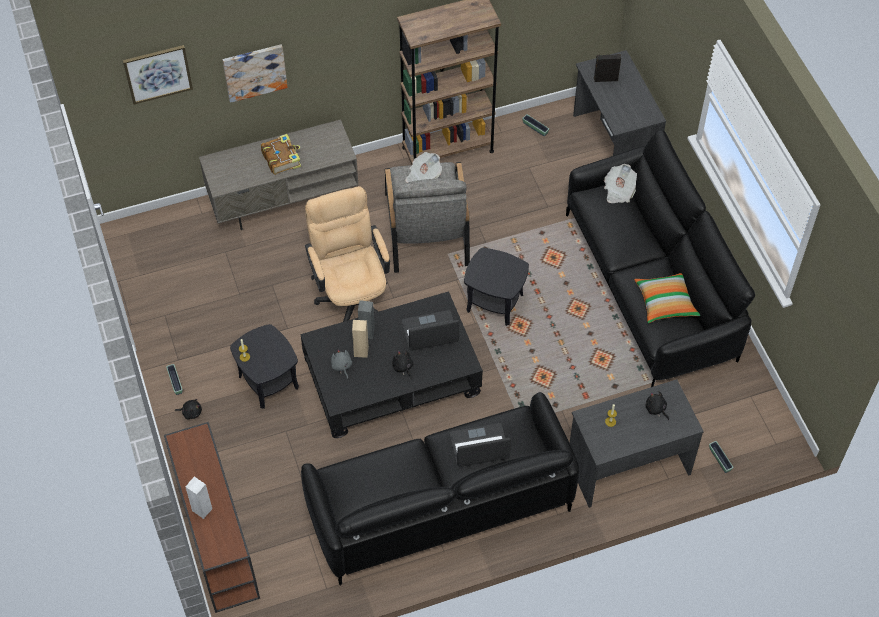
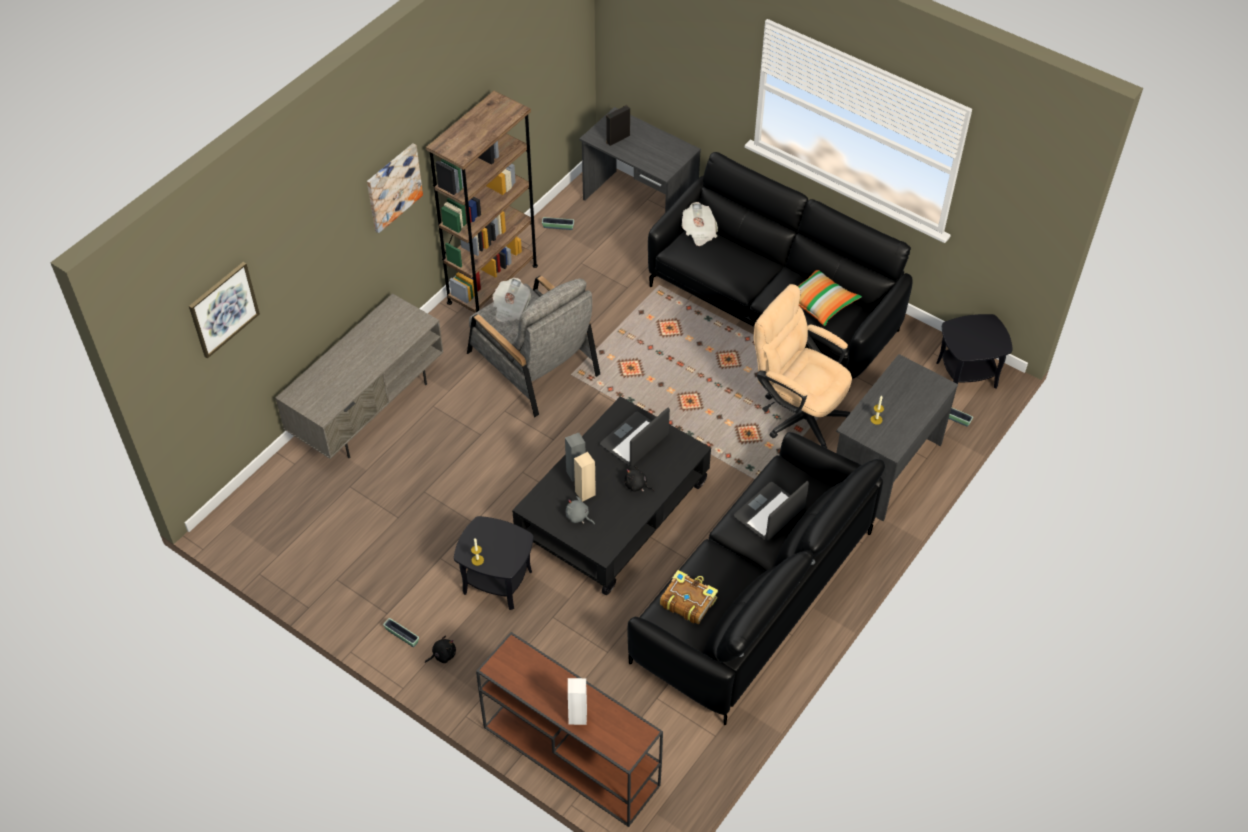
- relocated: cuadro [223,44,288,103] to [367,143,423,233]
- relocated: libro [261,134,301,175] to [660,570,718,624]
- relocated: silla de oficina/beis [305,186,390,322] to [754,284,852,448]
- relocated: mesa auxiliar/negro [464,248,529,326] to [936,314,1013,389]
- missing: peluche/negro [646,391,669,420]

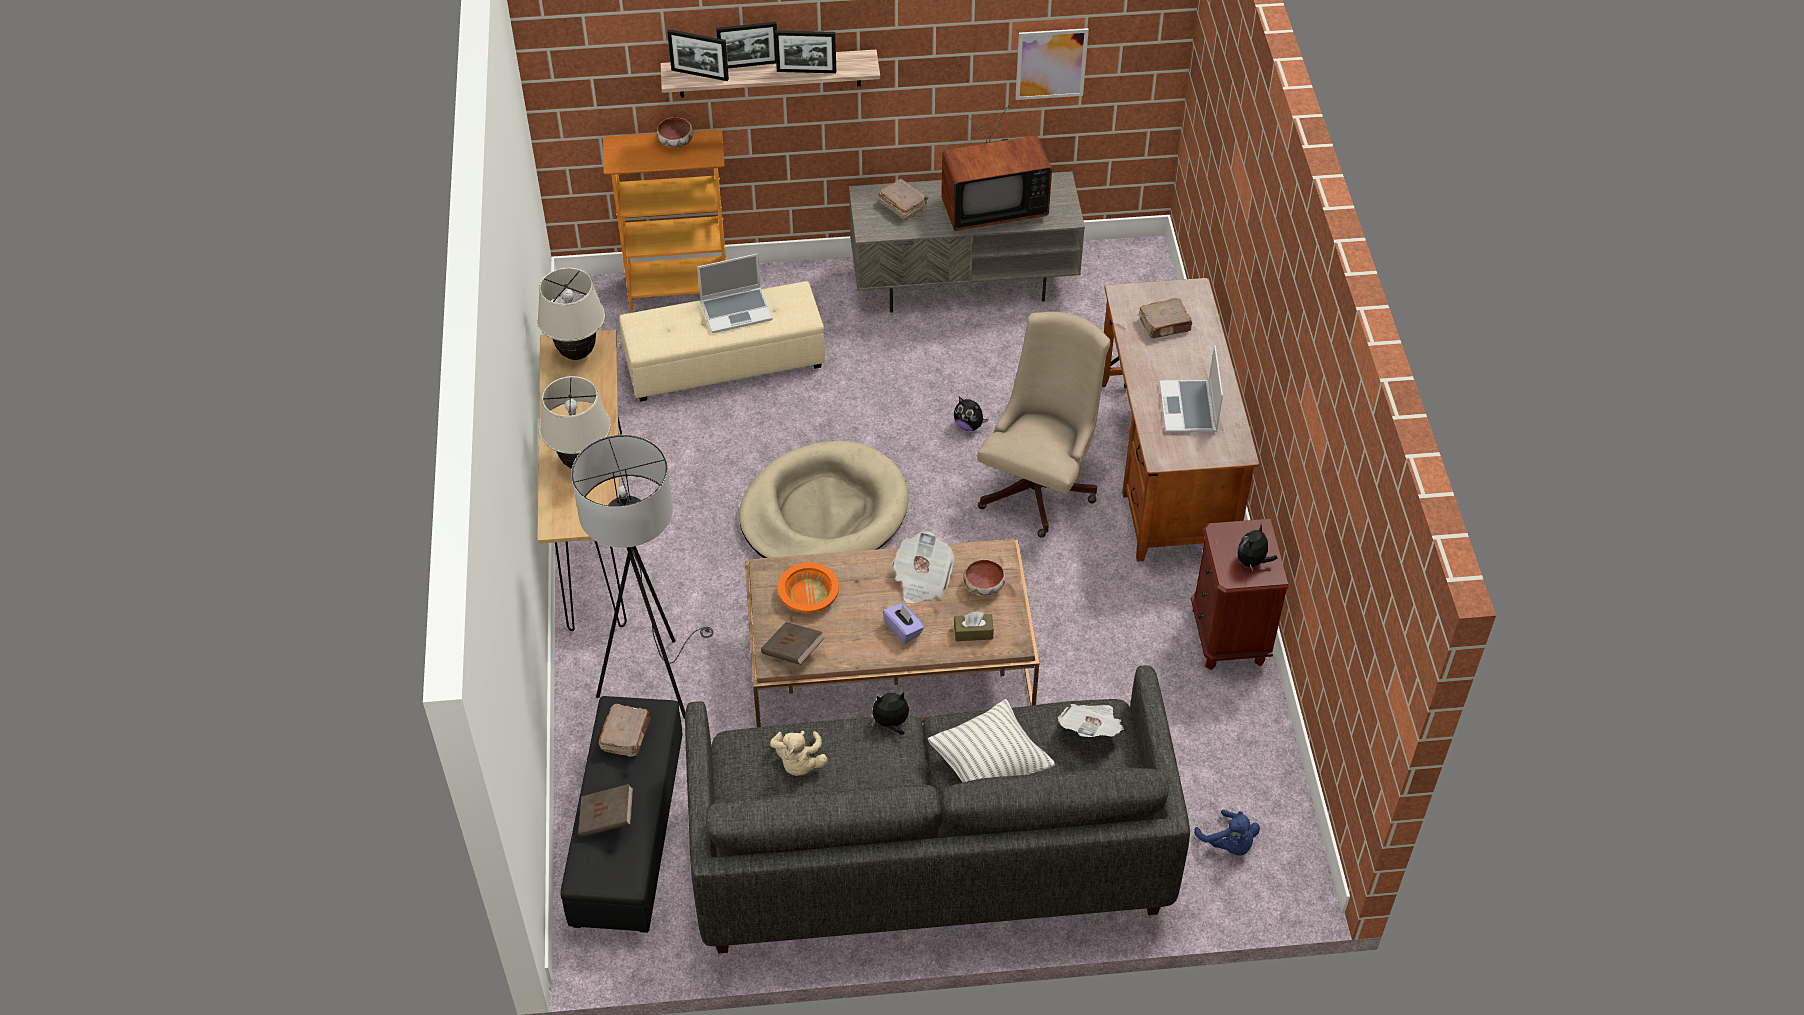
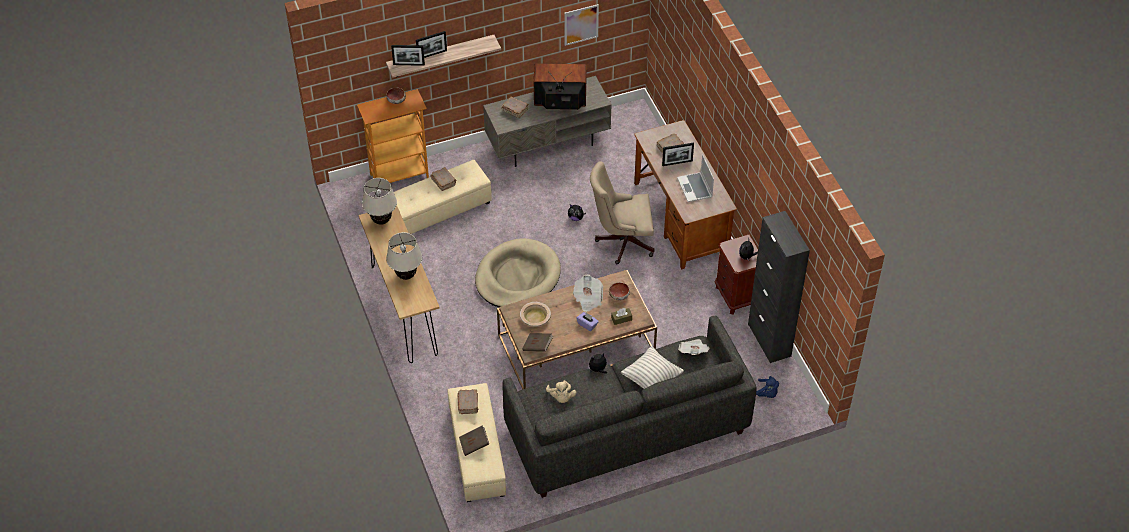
- exchanged: portátil [697,253,773,333] to libro/marrón [431,167,457,191]
- colour: puf/negro [560,696,682,933] to puf/beis [447,383,506,502]
- colour: cuenco/naranja [778,563,839,613] to cuenco/beis [520,302,551,327]
- spun: televisor [941,105,1052,231] = [534,63,587,110] 150 degrees counterclockwise
- spun: silla de oficina/beis [977,312,1111,538] = [590,161,654,264] 105 degrees counterclockwise
- relocated: portarretratos [775,30,836,73] to [662,142,694,166]
- appeared: armario/negro [748,211,810,363]
- missing: lámpara de pie/gris [571,434,714,719]

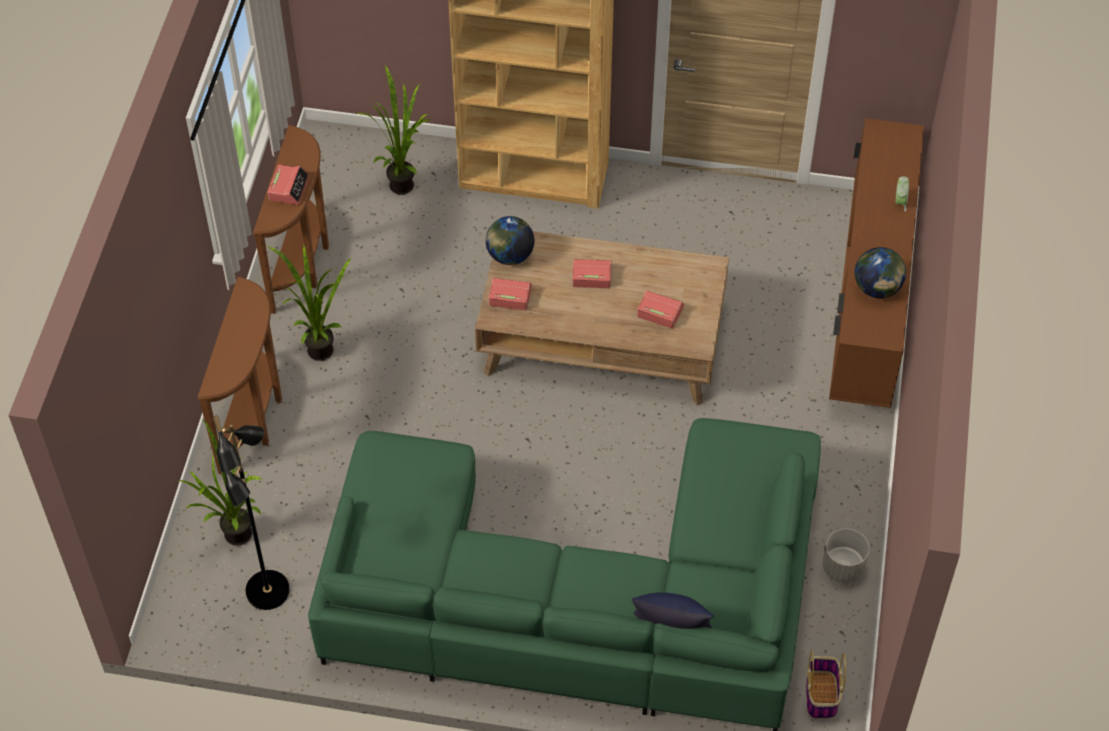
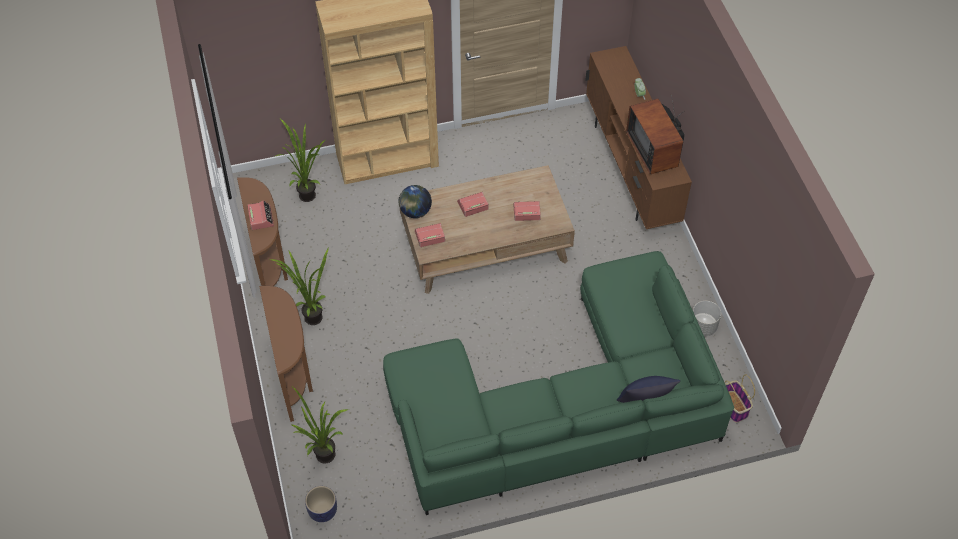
- appeared: maceta [305,486,337,522]
- exchanged: globo terráqueo [854,247,906,298] to televisor [626,95,685,174]
- missing: lámpara de pie/negro [213,416,290,610]

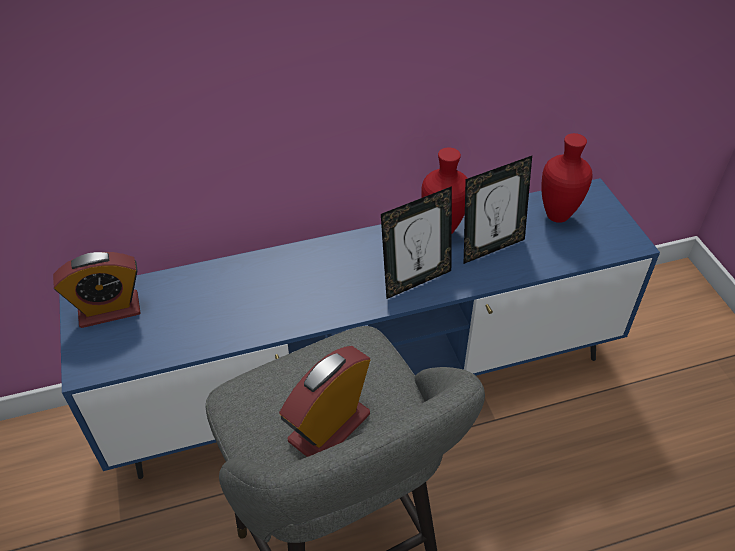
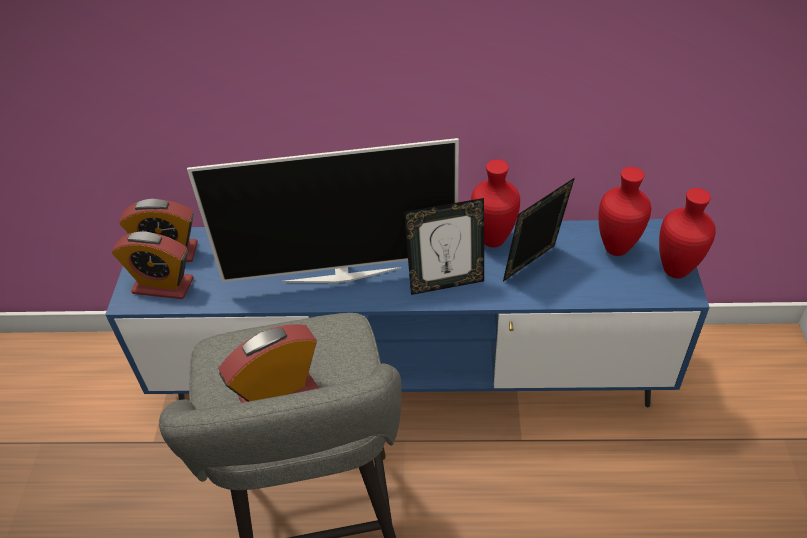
- appeared: despertador [111,232,194,299]
- appeared: televisor [187,138,459,283]
- spun: portarretratos [464,156,532,264] = [503,177,575,281] 150 degrees clockwise
- appeared: florero/rojo [659,188,716,278]

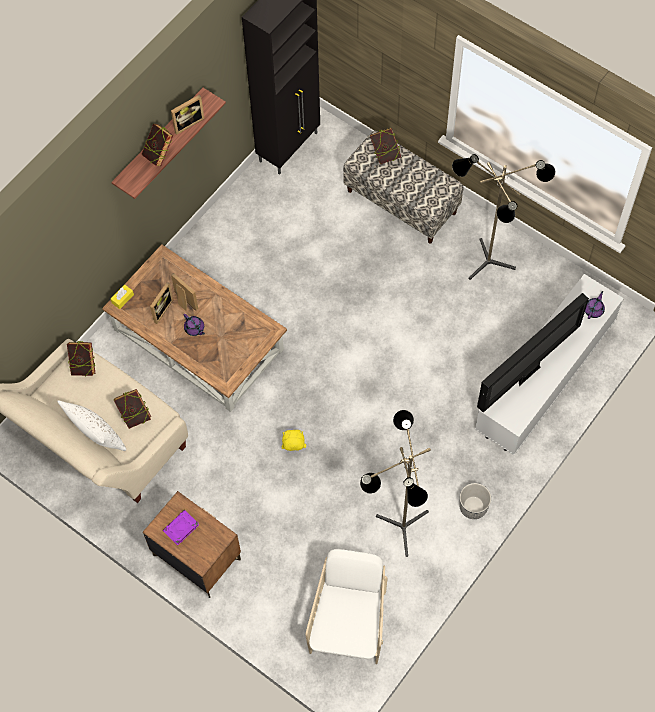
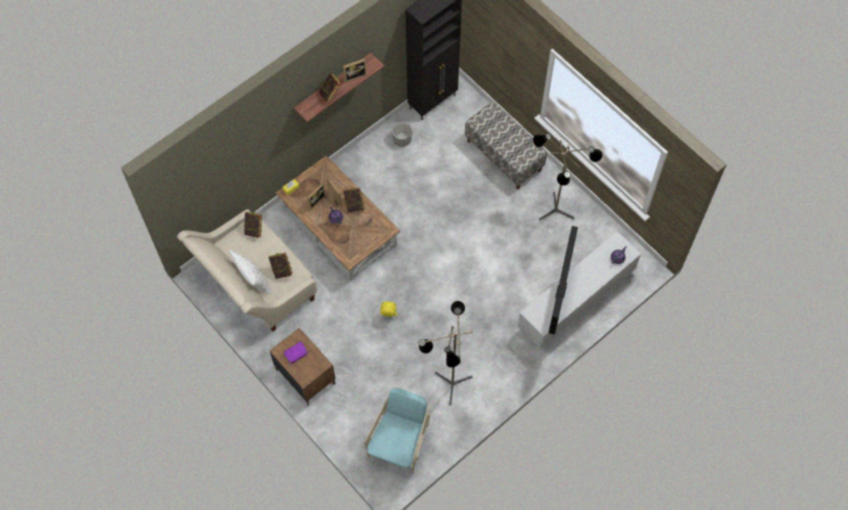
- relocated: libro [370,128,401,164] to [343,188,365,212]
- colour: sillón/blanco [306,549,388,664] to sillón/turquesa [365,388,430,474]
- relocated: maceta [459,483,491,519] to [392,122,412,147]
- spun: televisor [477,293,589,413] = [549,226,578,335] 45 degrees counterclockwise

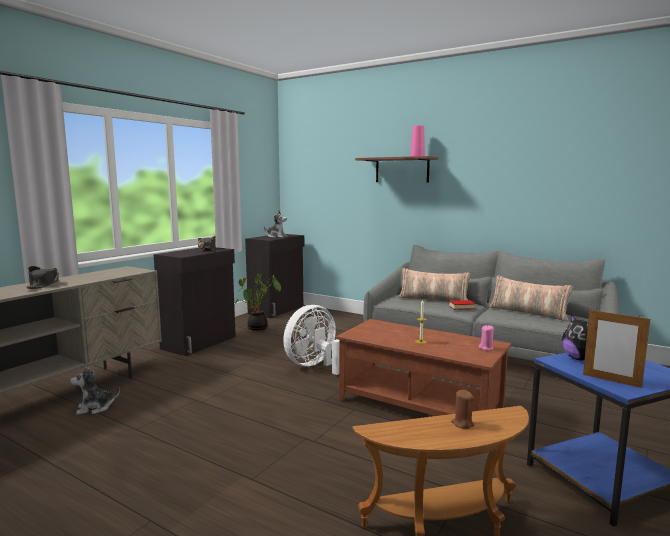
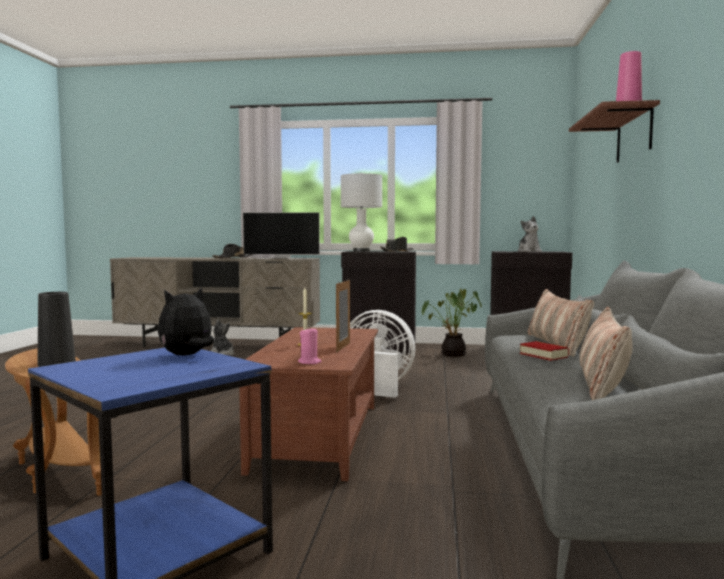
- exchanged: vela/marrón [451,390,474,429] to florero/negro [38,292,76,367]
- appeared: televisor [243,212,320,259]
- relocated: portarretratos [583,309,650,388] to [336,279,350,352]
- appeared: lámpara de mesa/blanco [341,173,382,252]

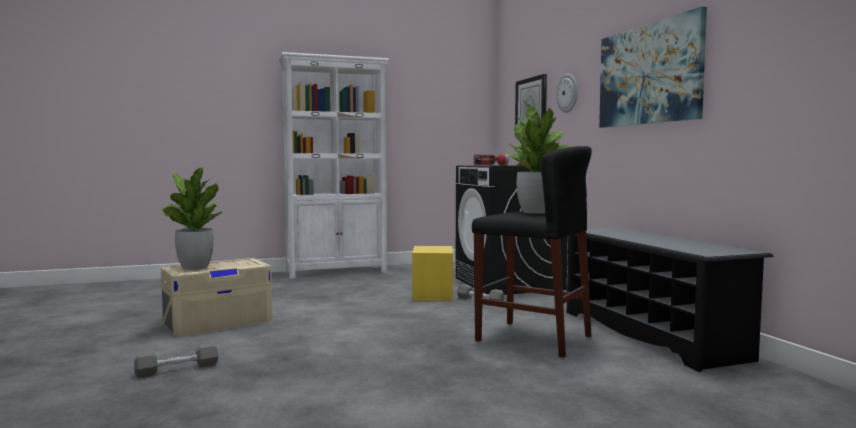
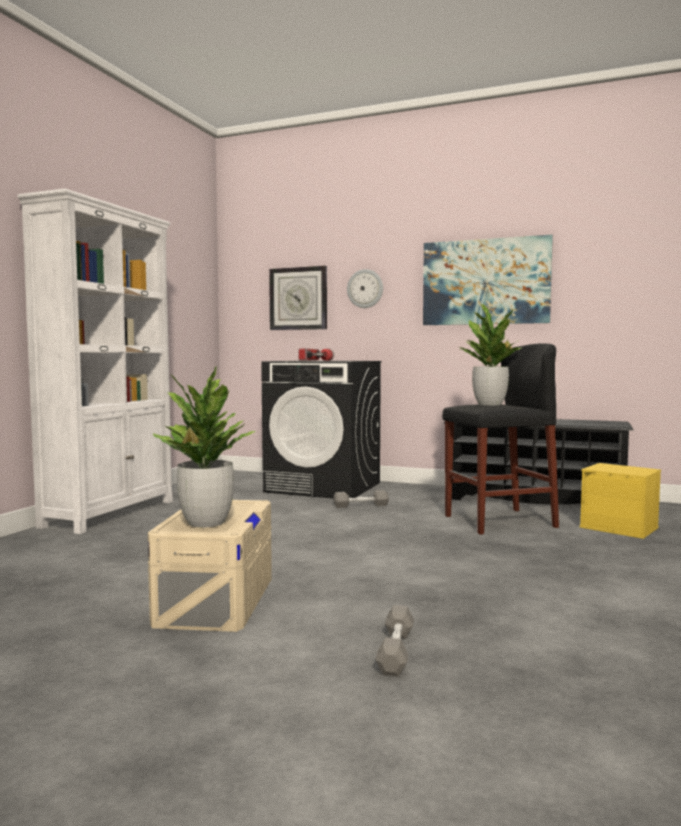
- relocated: caja de almacenaje/amarillo [412,246,453,301] to [580,463,661,539]

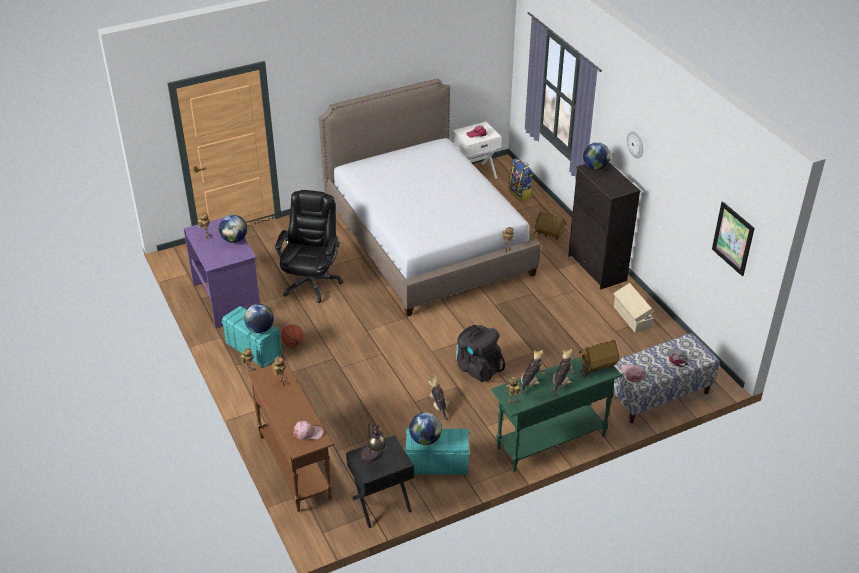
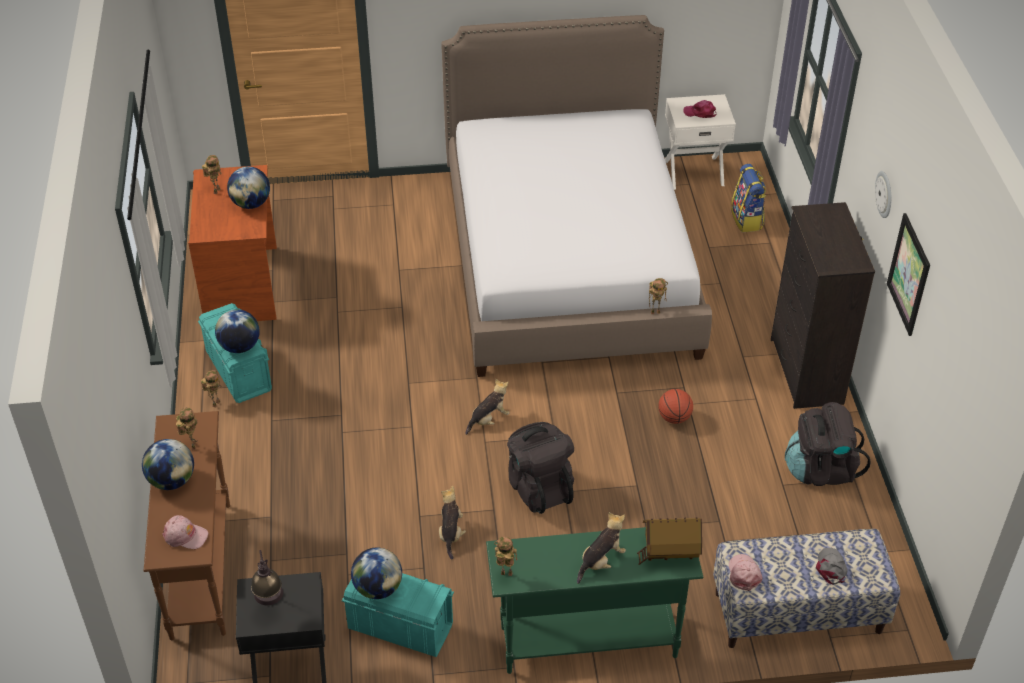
- relocated: globo terráqueo [583,142,611,170] to [142,439,194,490]
- colour: escritorio/morado [184,217,260,328] to escritorio/marrón [188,165,277,321]
- relocated: peluche [521,350,545,396] to [465,379,510,435]
- relocated: balón de baloncesto [281,324,304,347] to [658,389,693,424]
- exchanged: caja de almacenaje/beis [613,283,654,333] to mochila/negro [785,402,871,486]
- relocated: cuadro [712,202,755,276] to [887,213,930,336]
- missing: silla de oficina/negro [275,190,344,303]
- missing: casita [533,212,566,240]

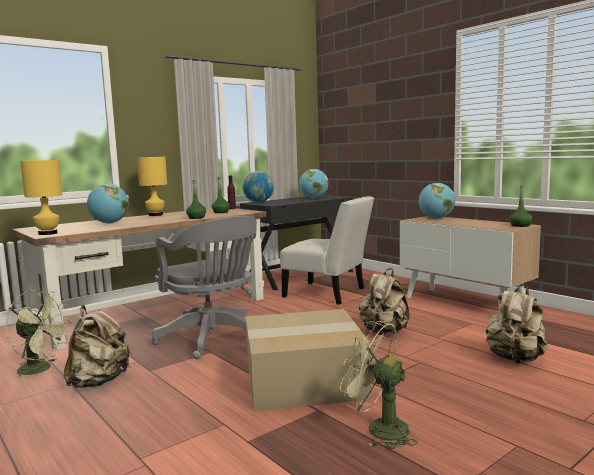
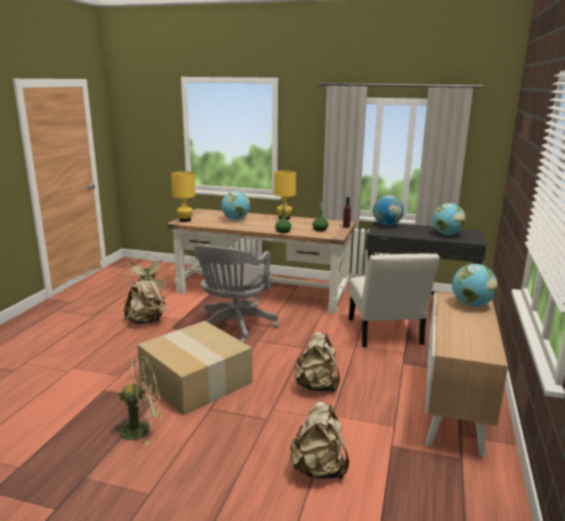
- spun: ventilador/verde [340,321,418,449] = [111,357,162,445] 75 degrees clockwise
- missing: botella/verde [509,185,532,227]

